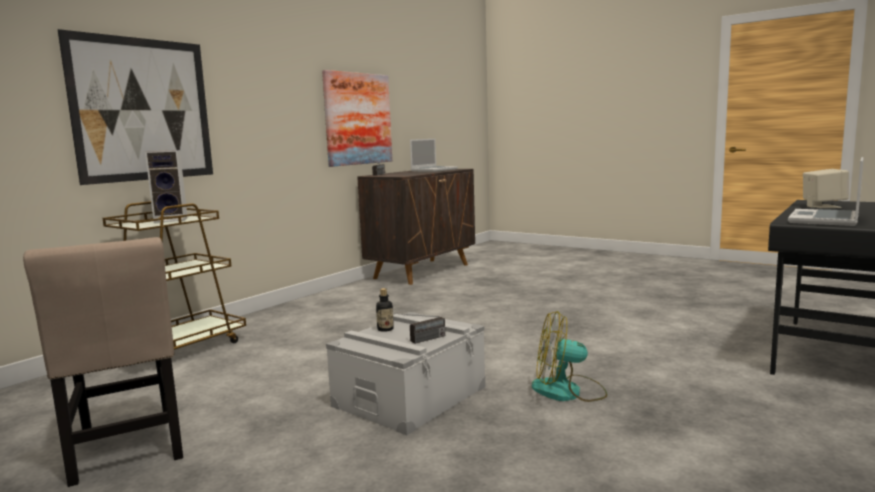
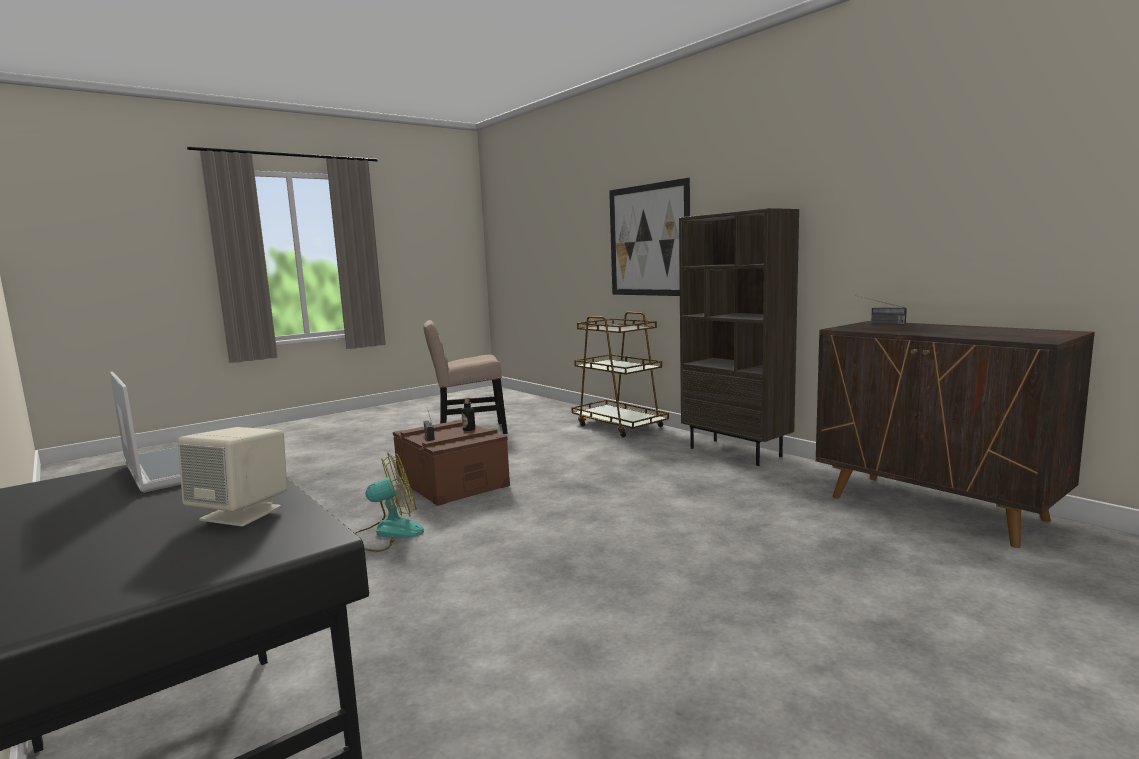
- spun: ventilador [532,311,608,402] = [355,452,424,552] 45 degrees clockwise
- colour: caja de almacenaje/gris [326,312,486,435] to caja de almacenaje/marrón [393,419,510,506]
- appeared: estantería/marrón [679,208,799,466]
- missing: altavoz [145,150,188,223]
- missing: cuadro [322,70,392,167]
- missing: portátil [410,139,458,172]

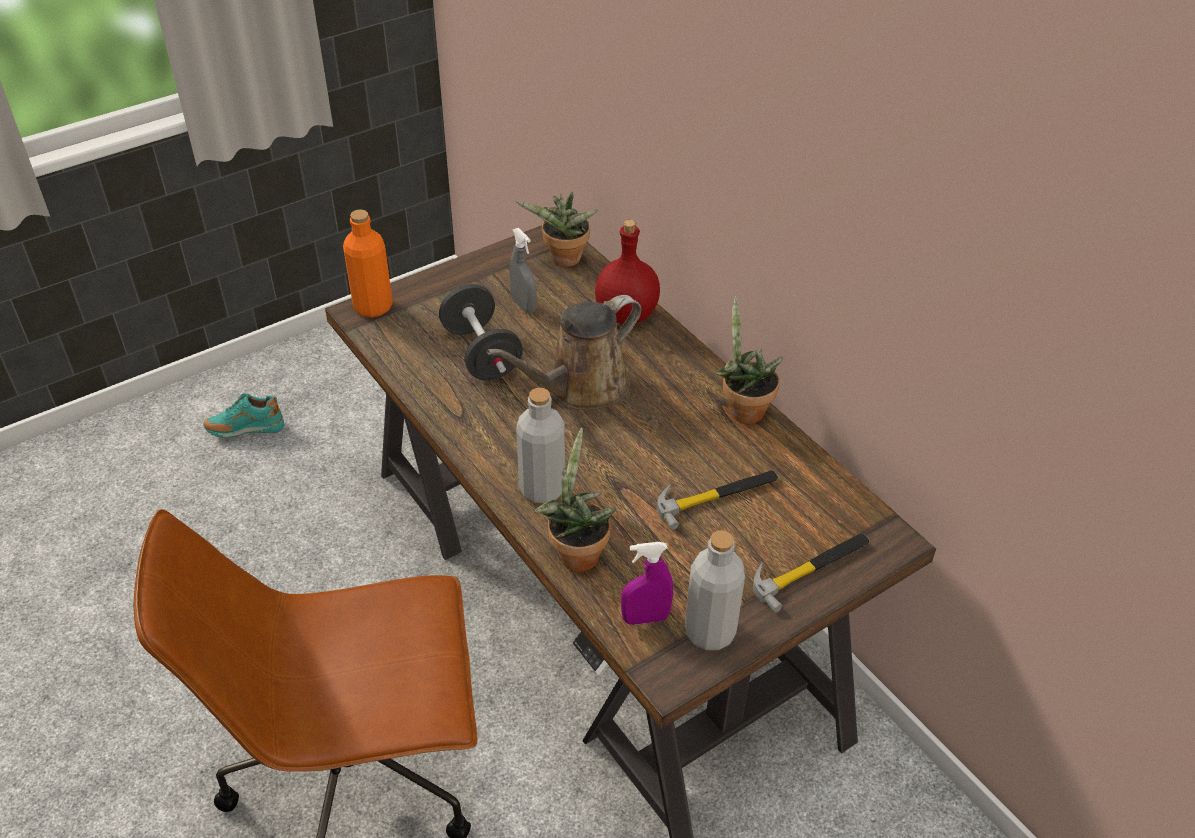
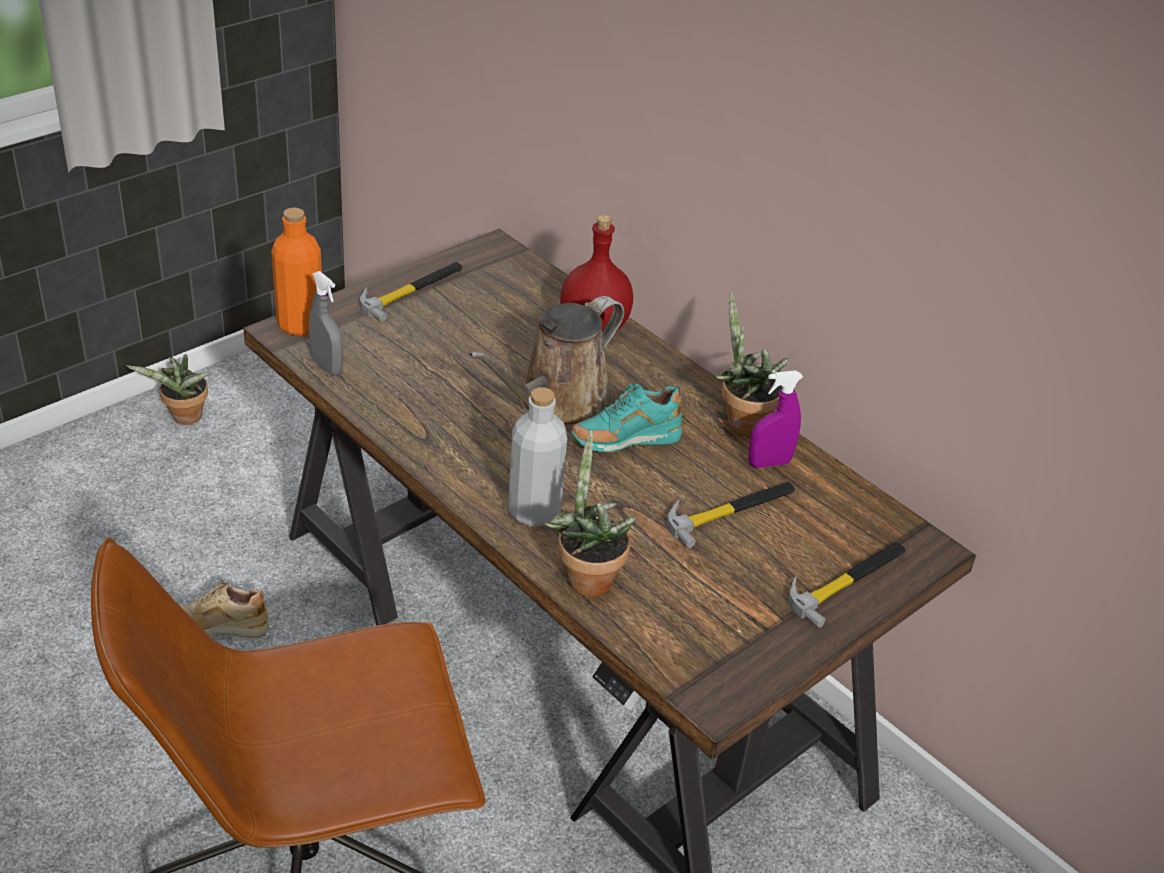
- relocated: planta en maceta [515,192,598,267] to [127,354,211,425]
- appeared: zapato/beis [180,582,269,638]
- relocated: pulverizador/gris [510,228,537,313] to [309,271,343,376]
- appeared: martillo [360,262,463,322]
- relocated: zapato/turquesa [203,394,284,438] to [571,384,682,452]
- relocated: pulverizador/morado [621,542,673,625] to [748,371,803,468]
- missing: mancuerna/negro [439,284,523,380]
- missing: botella/gris [685,531,745,650]

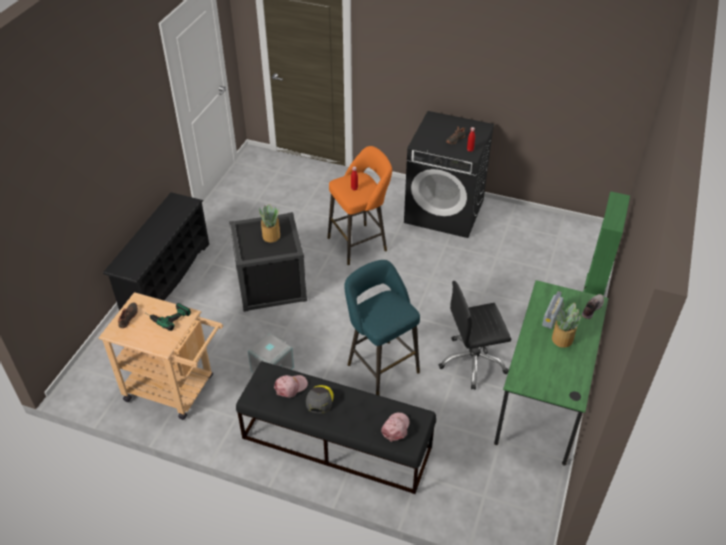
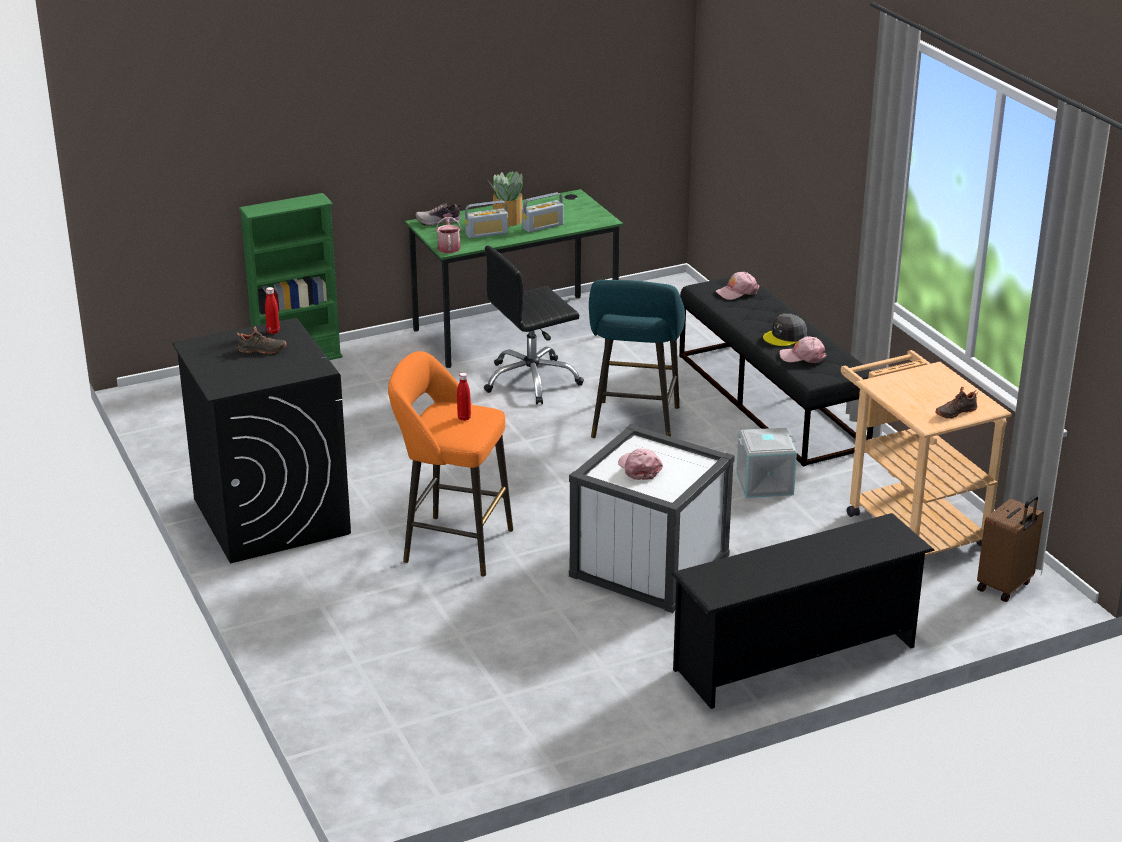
- appeared: regadera [436,213,461,253]
- spun: silla de oficina/negro [439,281,511,390] = [484,246,584,405] 120 degrees clockwise
- appeared: radio [522,193,563,232]
- colour: caja de almacenaje/negro [229,212,307,312] to caja de almacenaje/blanco [569,424,735,613]
- exchanged: planta en maceta [259,204,280,243] to gorra/rosa [618,448,663,480]
- appeared: maleta/marrón [977,495,1044,602]
- missing: taladro [146,303,191,331]

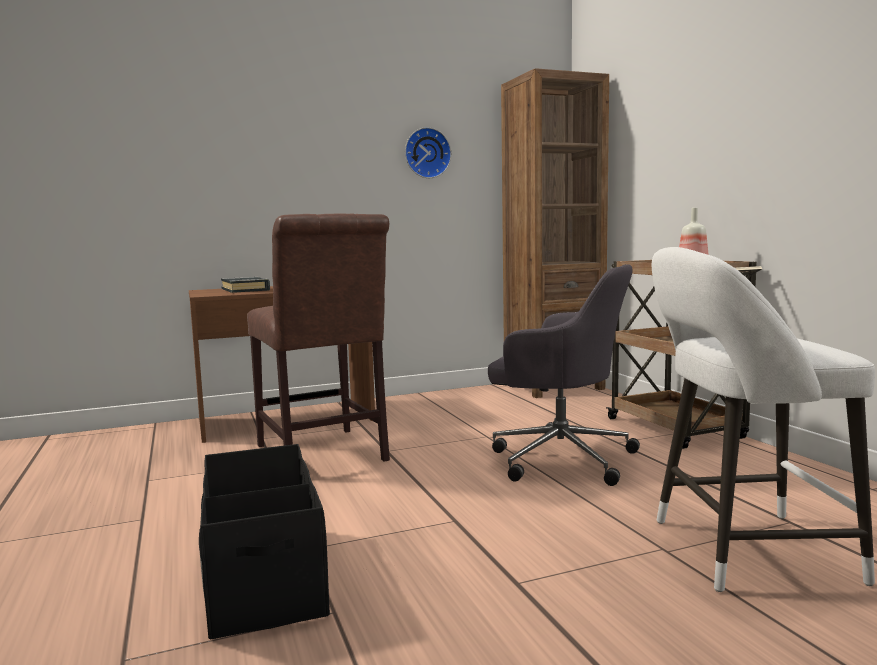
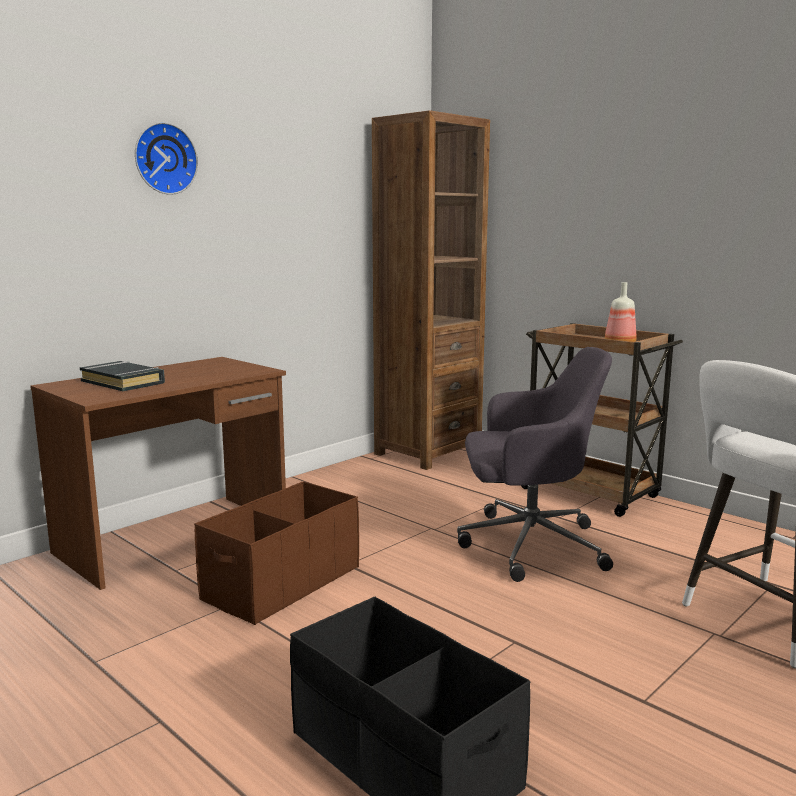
- relocated: reloj de pared [405,127,452,178] to [135,122,198,195]
- exchanged: silla/marrón [247,213,390,462] to caja de almacenaje/marrón [194,481,359,625]

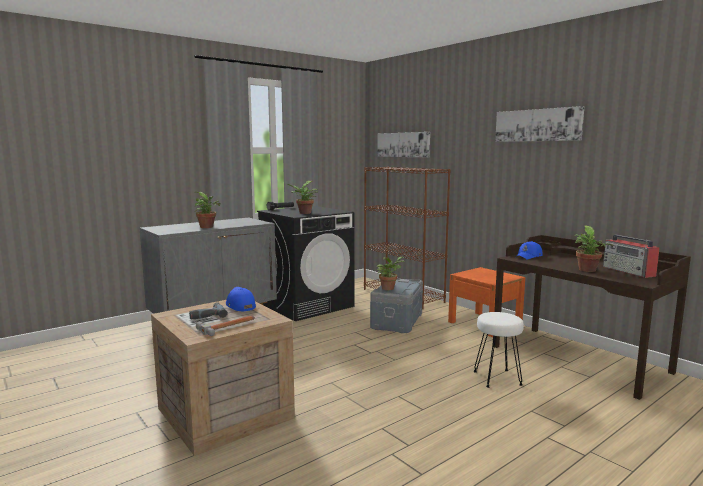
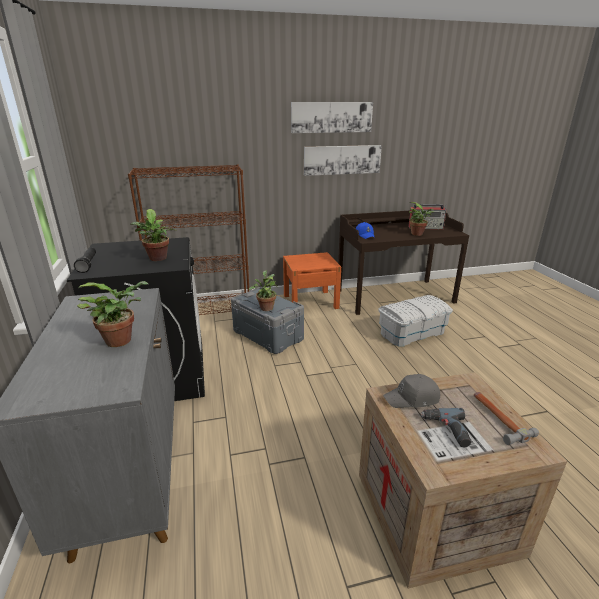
- relocated: cuadro [377,132,430,157] to [304,145,382,176]
- exchanged: taburete/blanco [474,312,524,388] to caja de almacenaje/blanco [378,295,453,347]
- colour: gorra/azul [226,287,256,311] to gorra/gris [383,374,440,408]

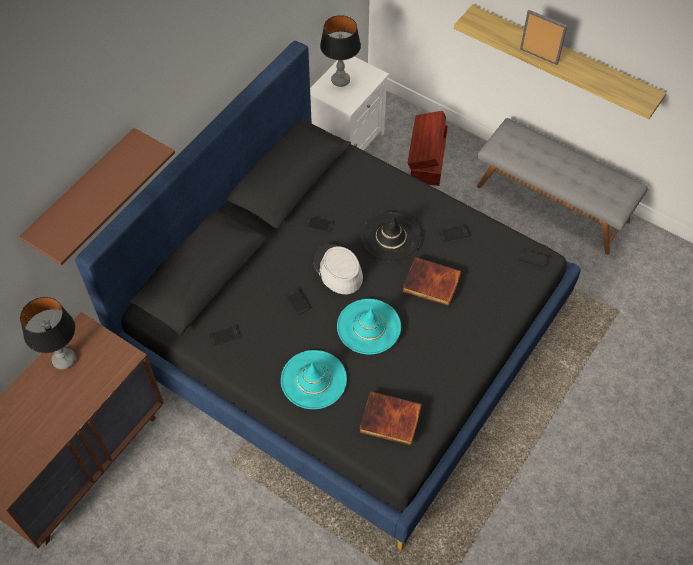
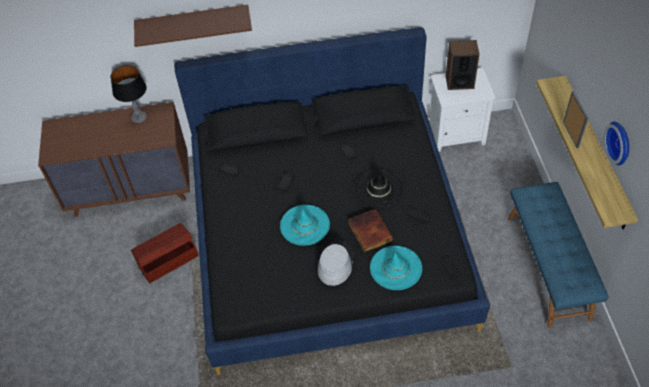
- relocated: caja de almacenaje/marrón [408,111,448,186] to [131,223,198,284]
- relocated: sombrero/gris [314,244,363,294] to [318,241,354,286]
- relocated: sombrero/turquesa [281,350,347,409] to [370,246,422,290]
- exchanged: lámpara de mesa [320,15,361,87] to altavoz [446,40,479,90]
- colour: banco/gris [477,118,648,255] to banco/azul [508,182,609,328]
- appeared: reloj de pared [604,122,629,166]
- missing: libro [359,391,422,446]

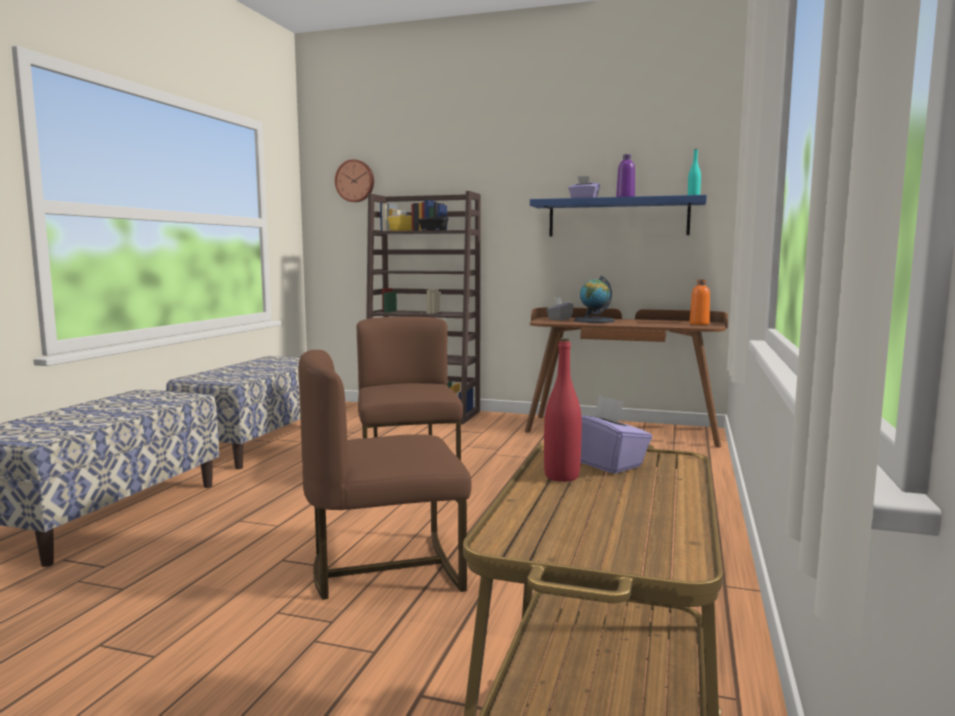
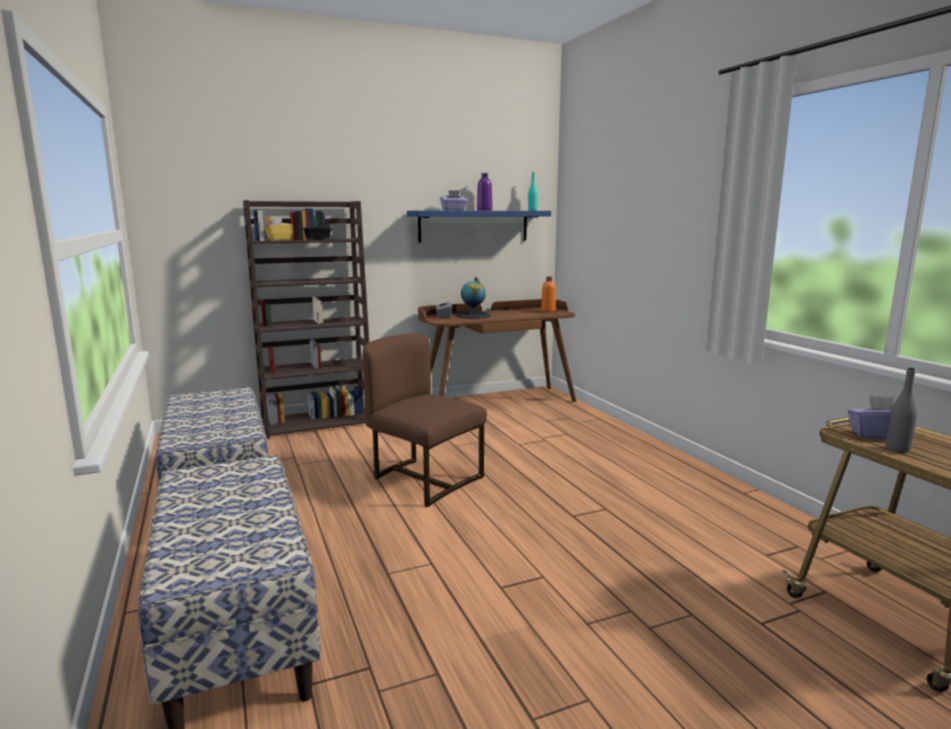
- colour: botella/rojo [544,338,582,482] to botella/gris [886,367,917,453]
- missing: silla/marrón [299,350,472,600]
- missing: reloj de pared [335,159,374,202]

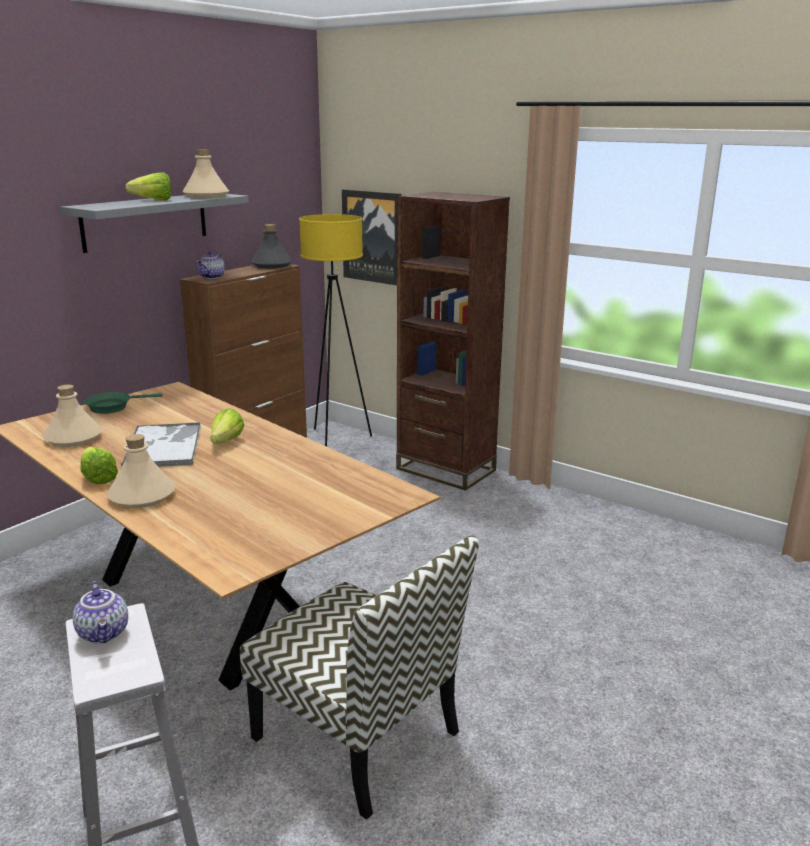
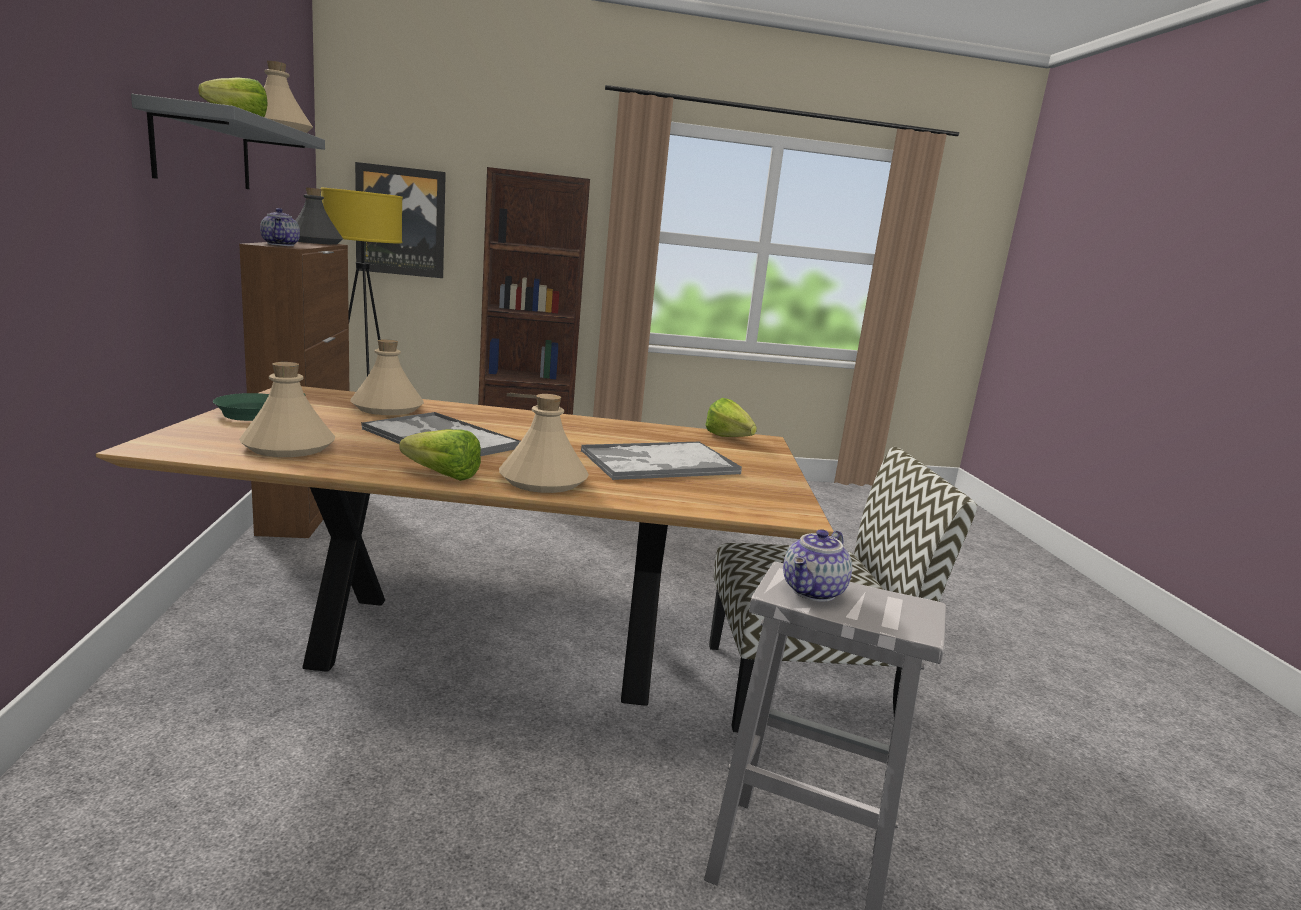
- appeared: botella/beis [350,339,424,415]
- appeared: bandeja [581,442,742,481]
- relocated: lechuga [210,408,244,444] to [705,398,757,437]
- spun: tetera [73,581,128,643] = [783,529,852,602] 105 degrees clockwise

